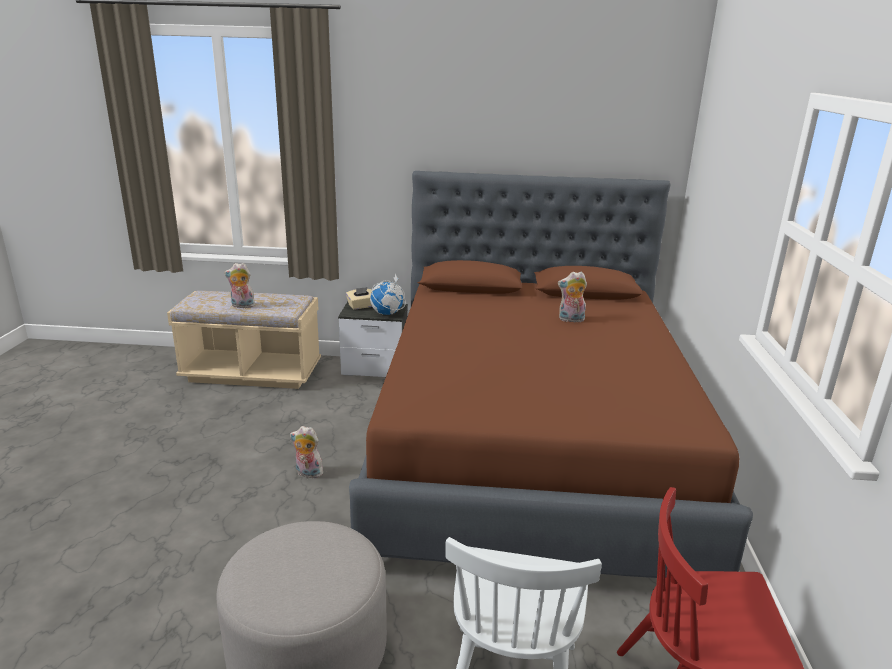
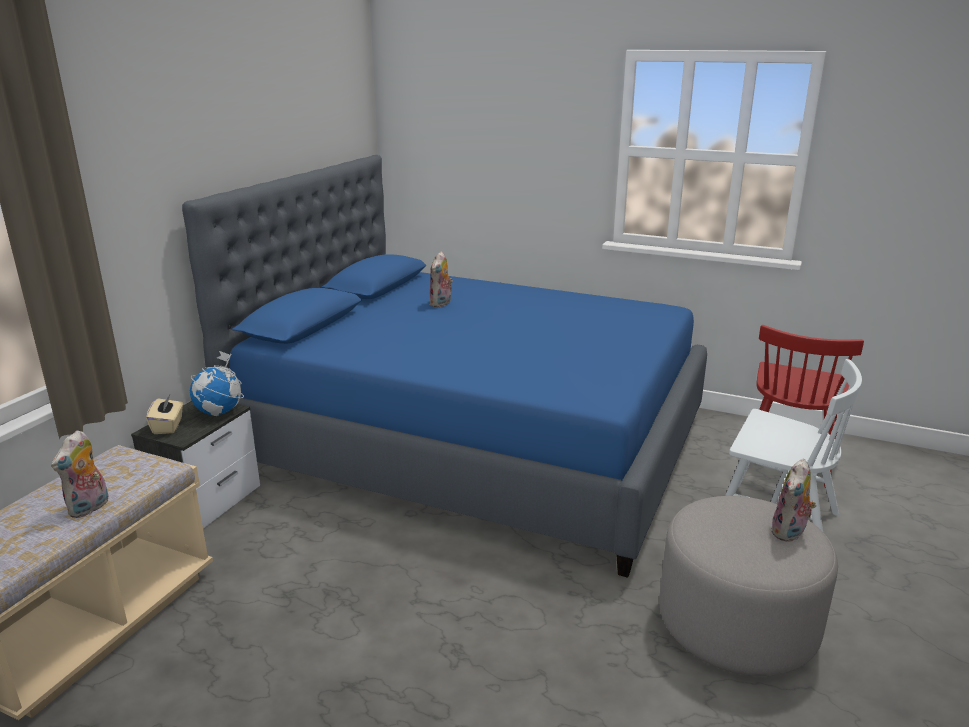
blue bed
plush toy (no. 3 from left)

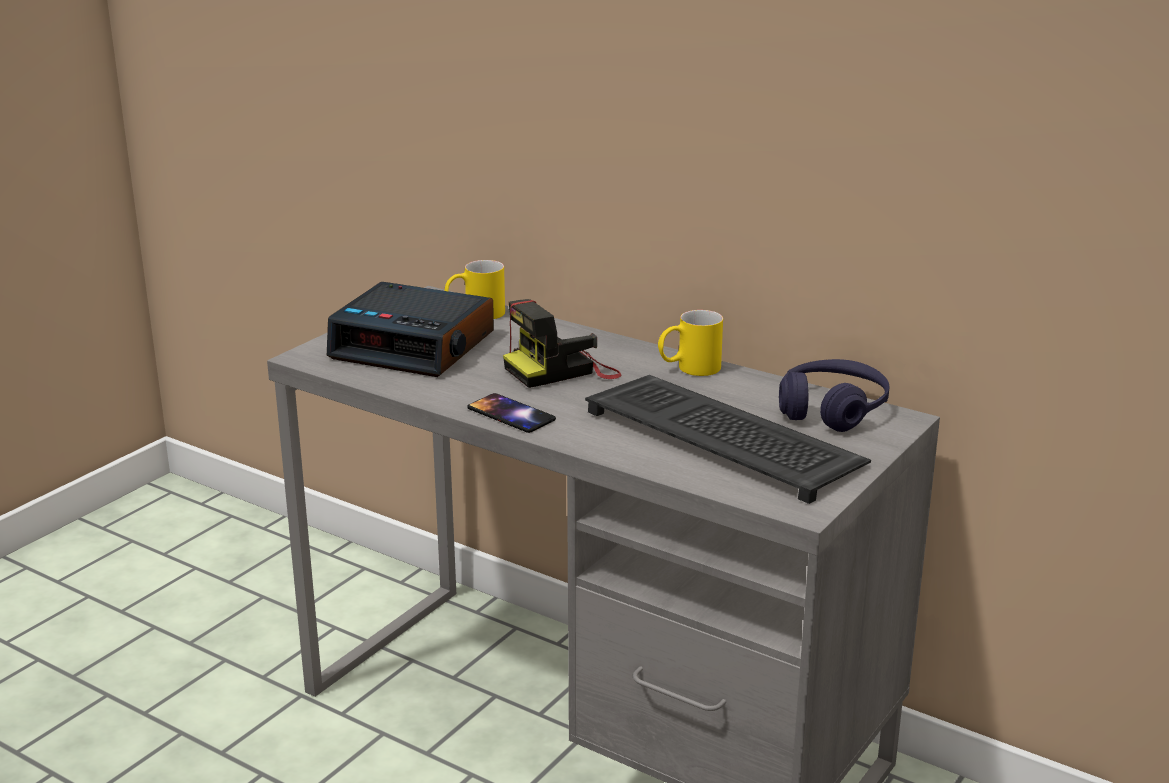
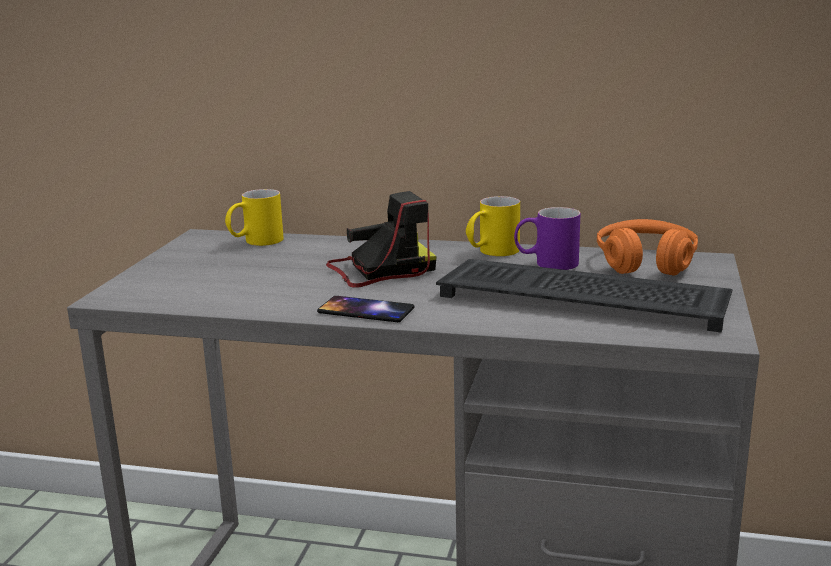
alarm clock
photo camera
orange headphones
purple mug

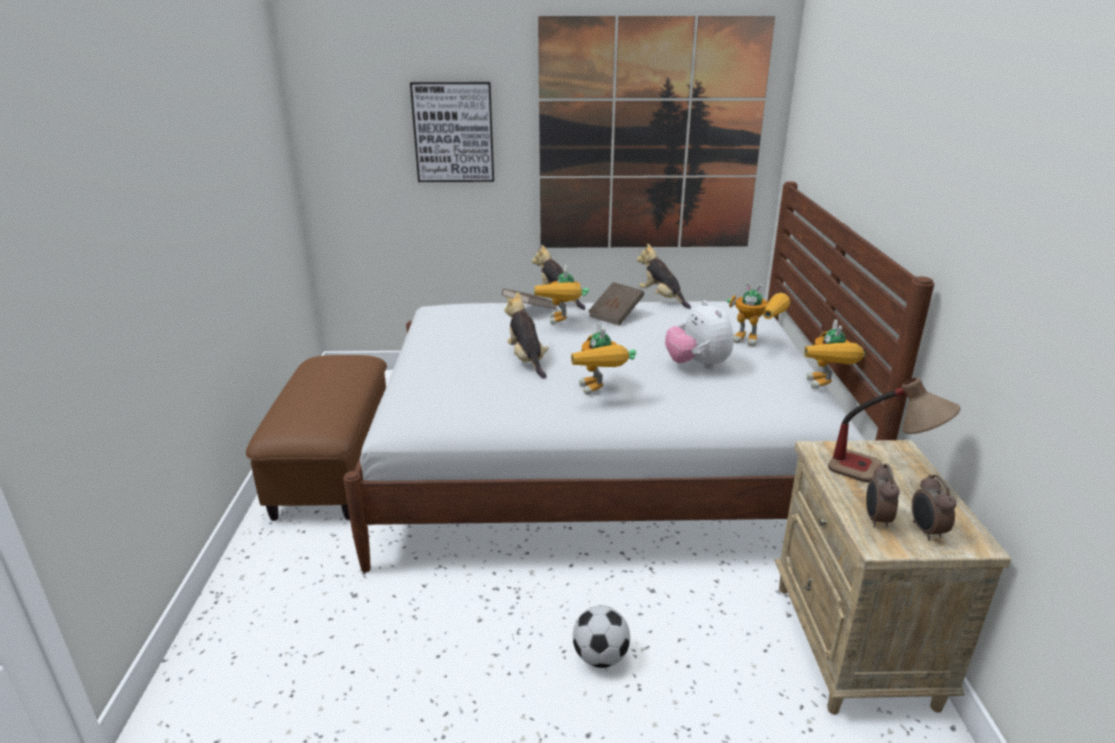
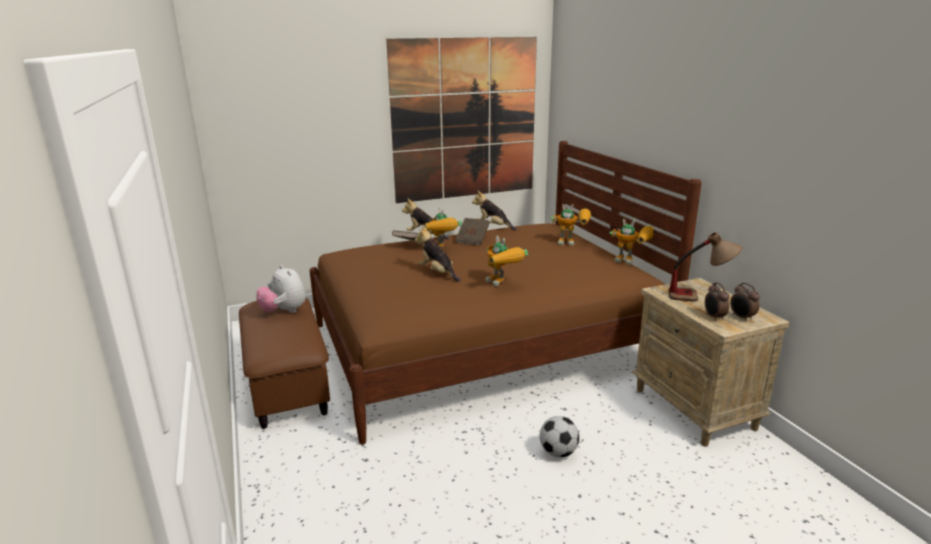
picture (no. 1 from left in the first image)
brown bed
plush toy (no. 1 from left)
toy robot (no. 4 from left)

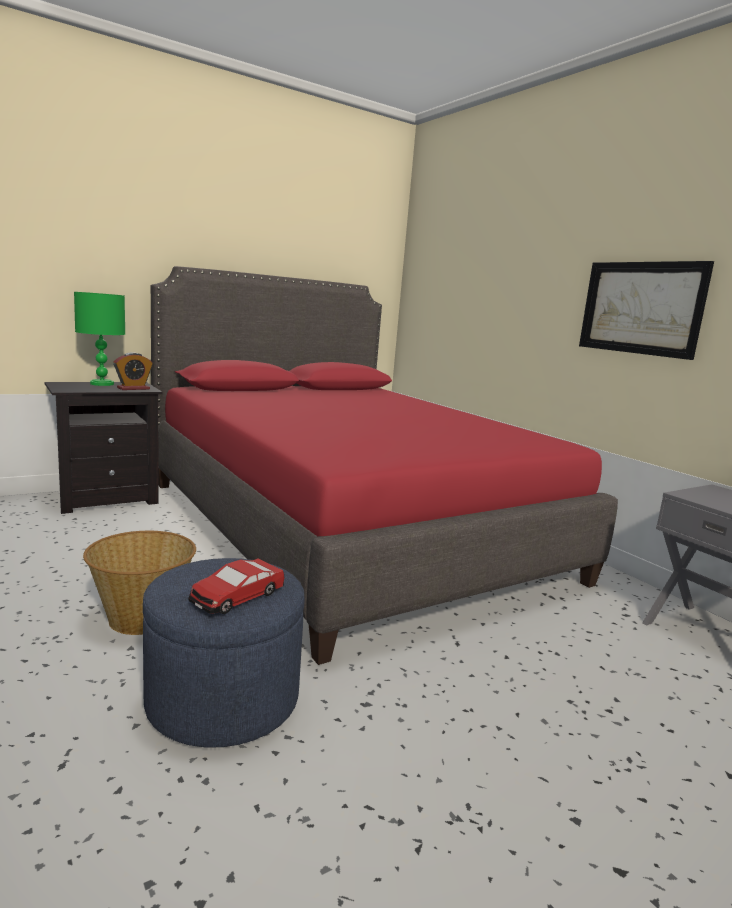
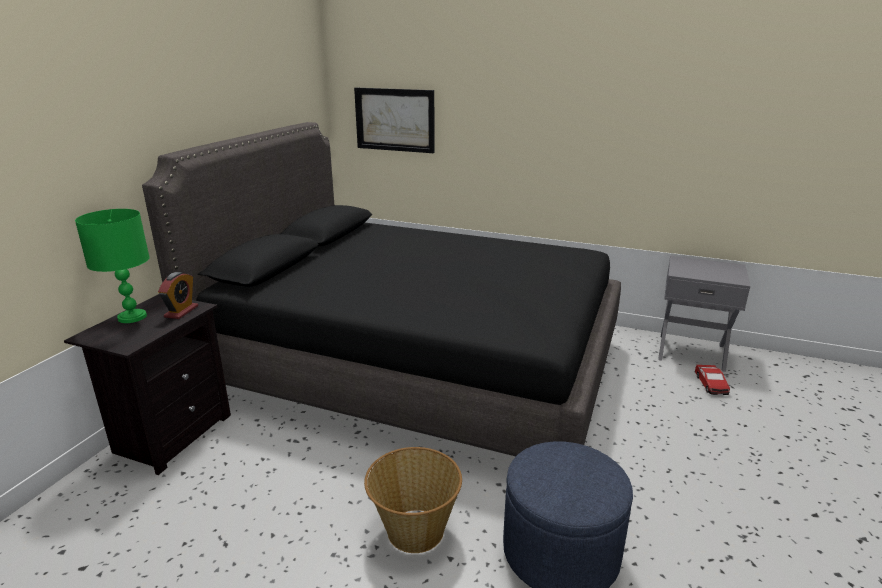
picture
black bed
toy car

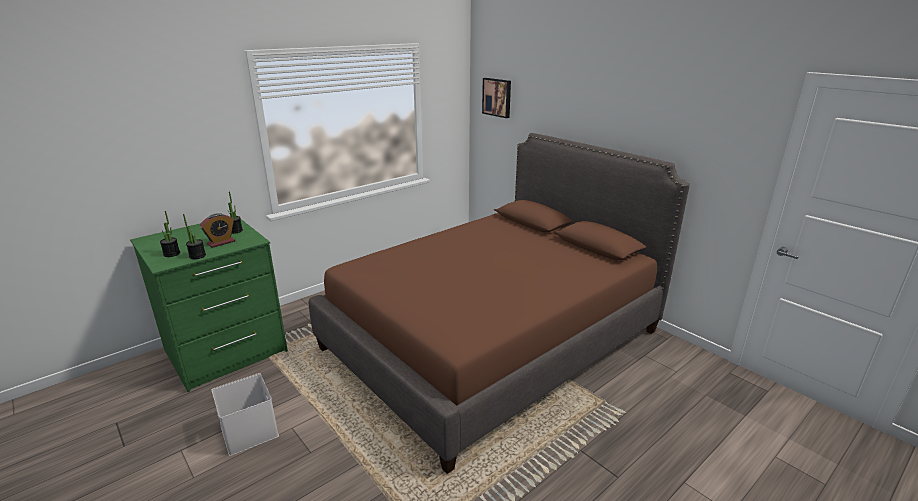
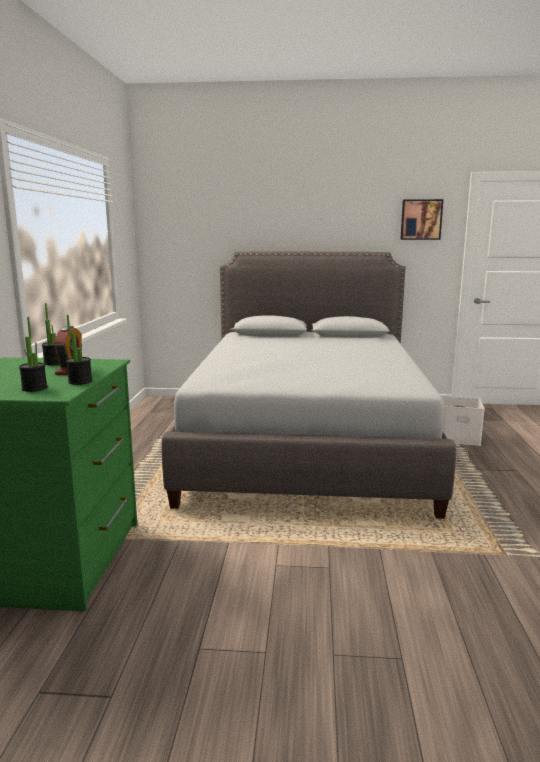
picture
grey bed
white storage box

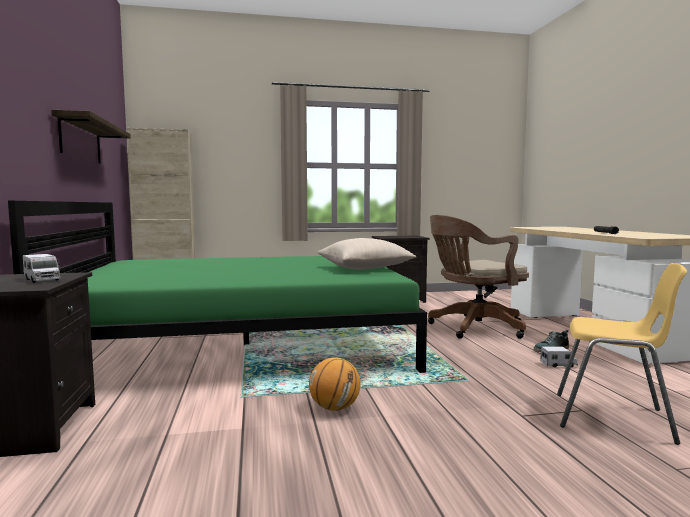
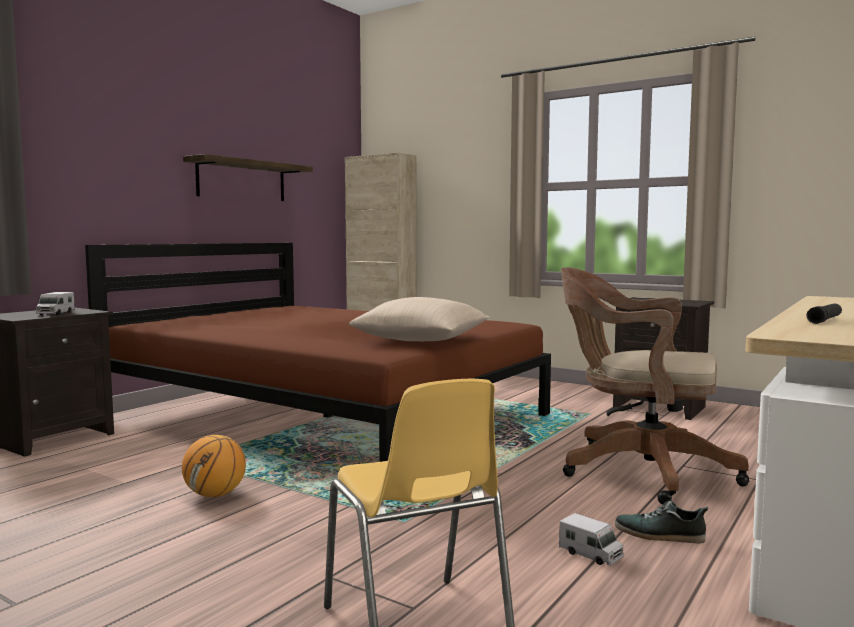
brown bed

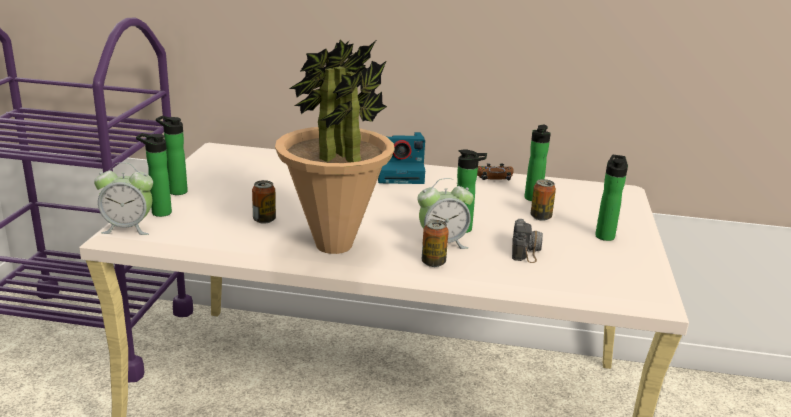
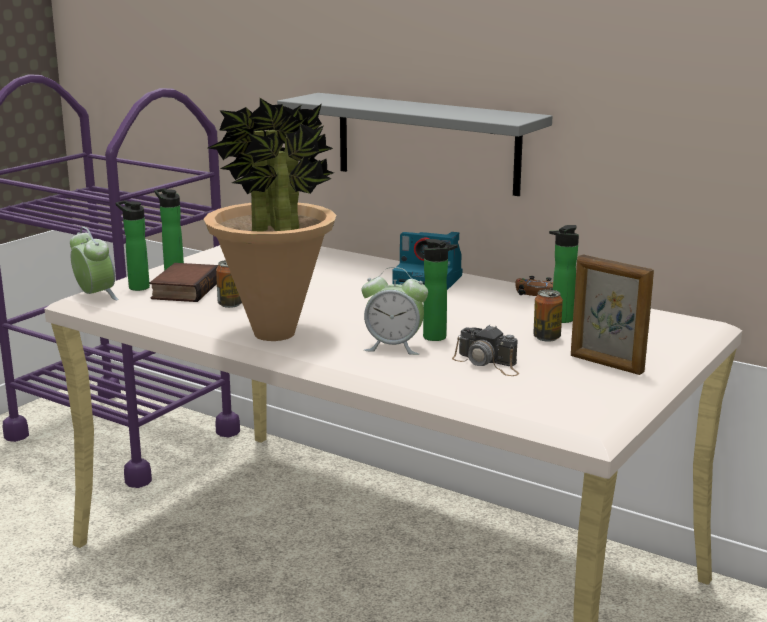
picture frame
alarm clock (no. 1 from left)
photo camera (no. 2 from left)
can (no. 2 from left in the first image)
grey shelf
book

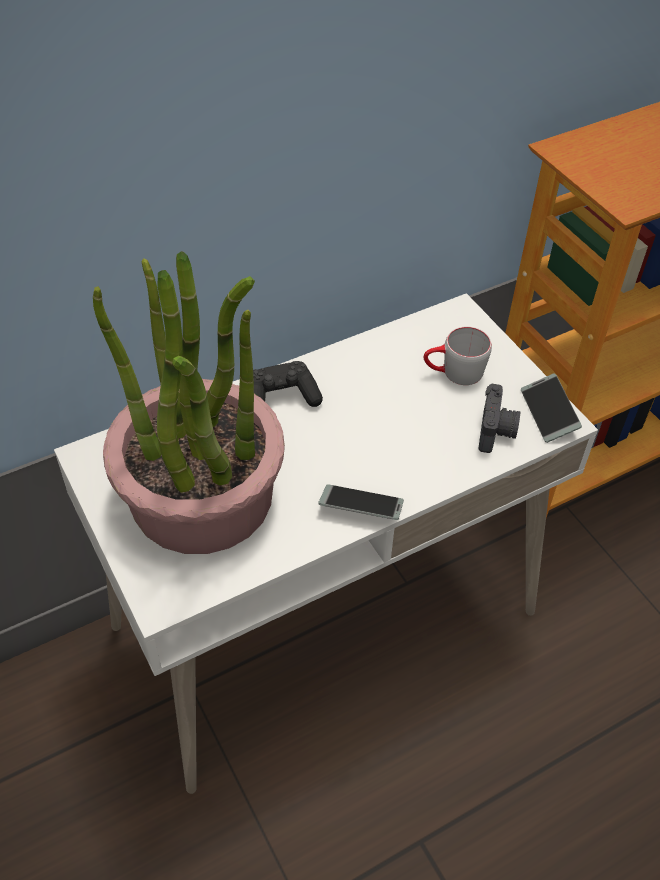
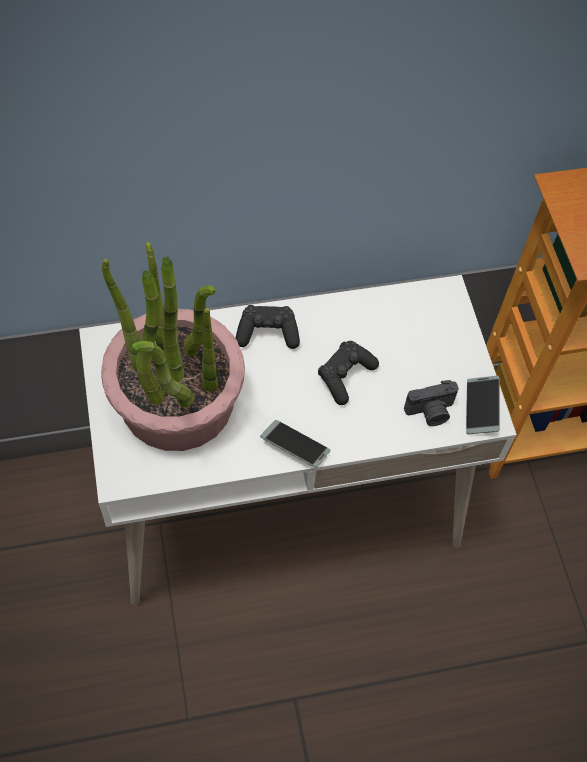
grey mug
photo camera
black game controller (no. 2 from left)

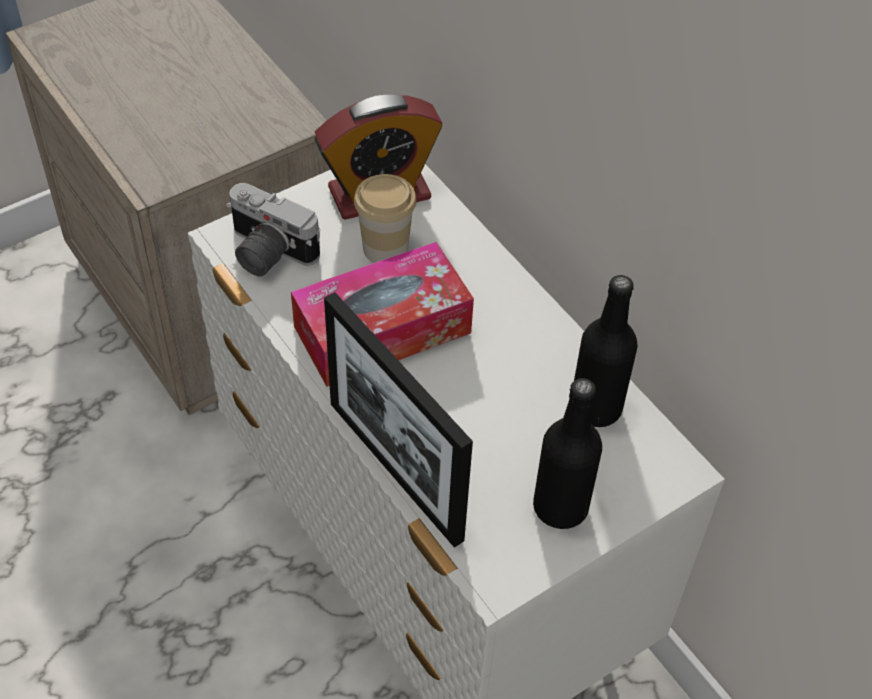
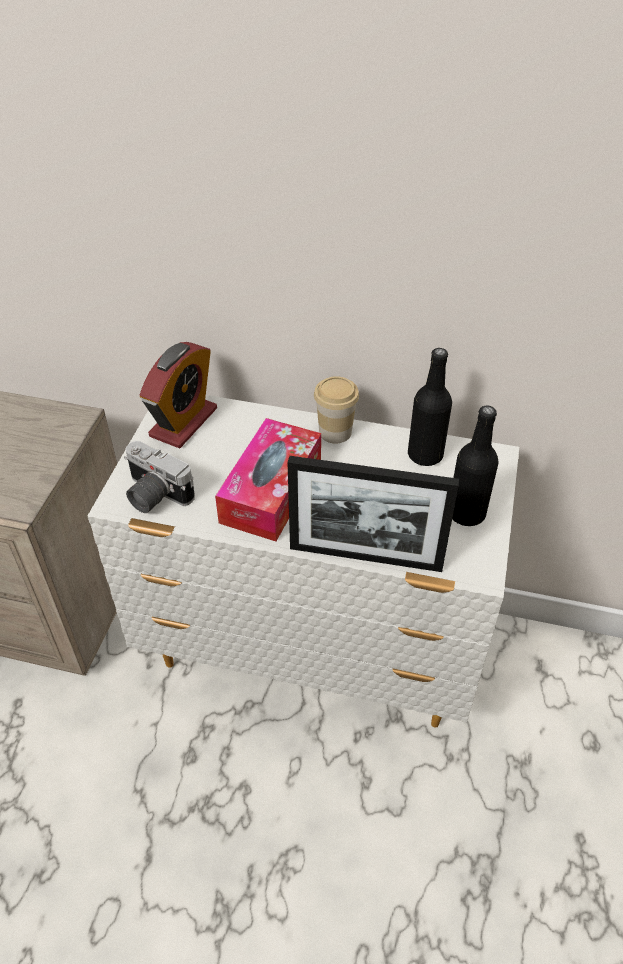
cup
photo camera

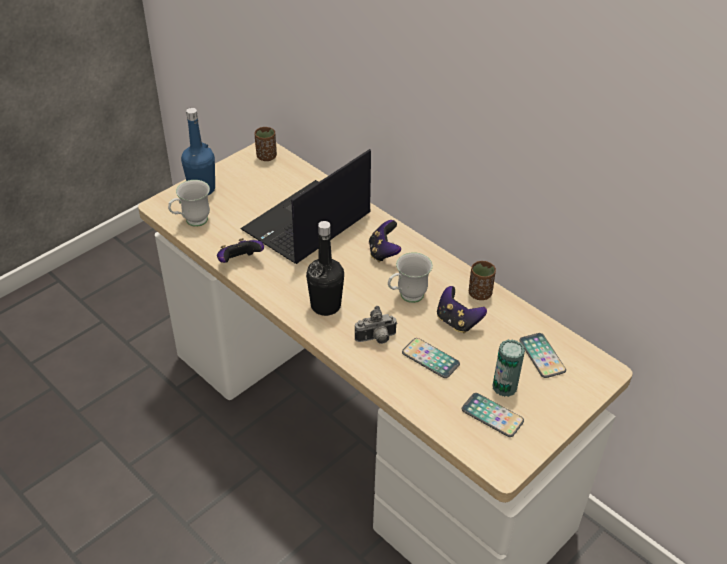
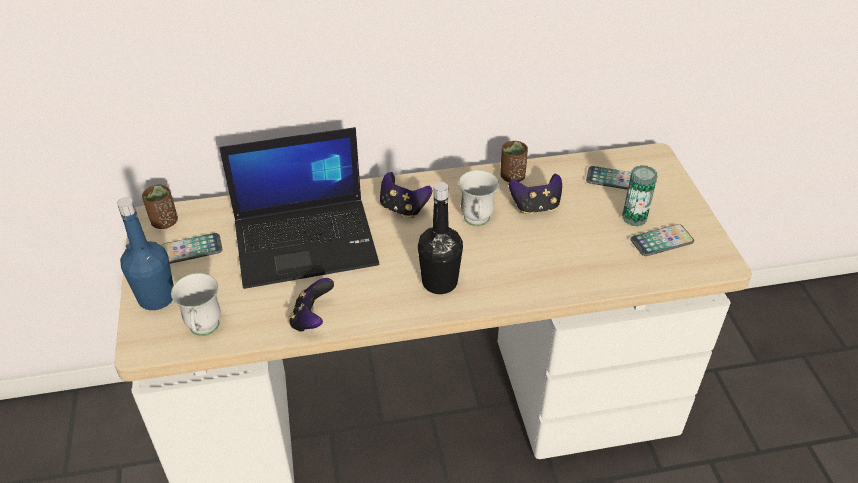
laptop
photo camera
phone (no. 1 from left)

